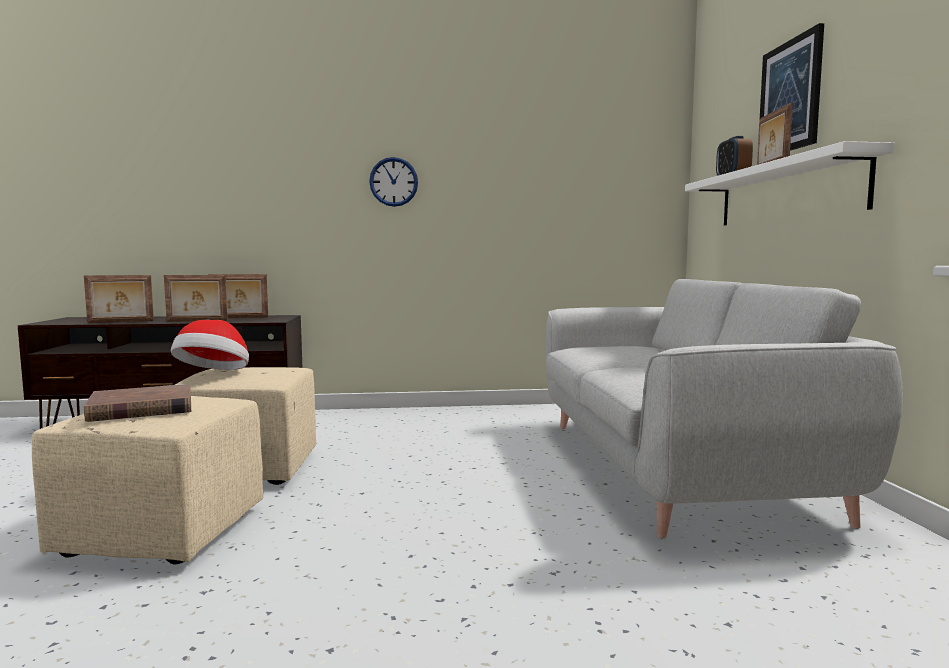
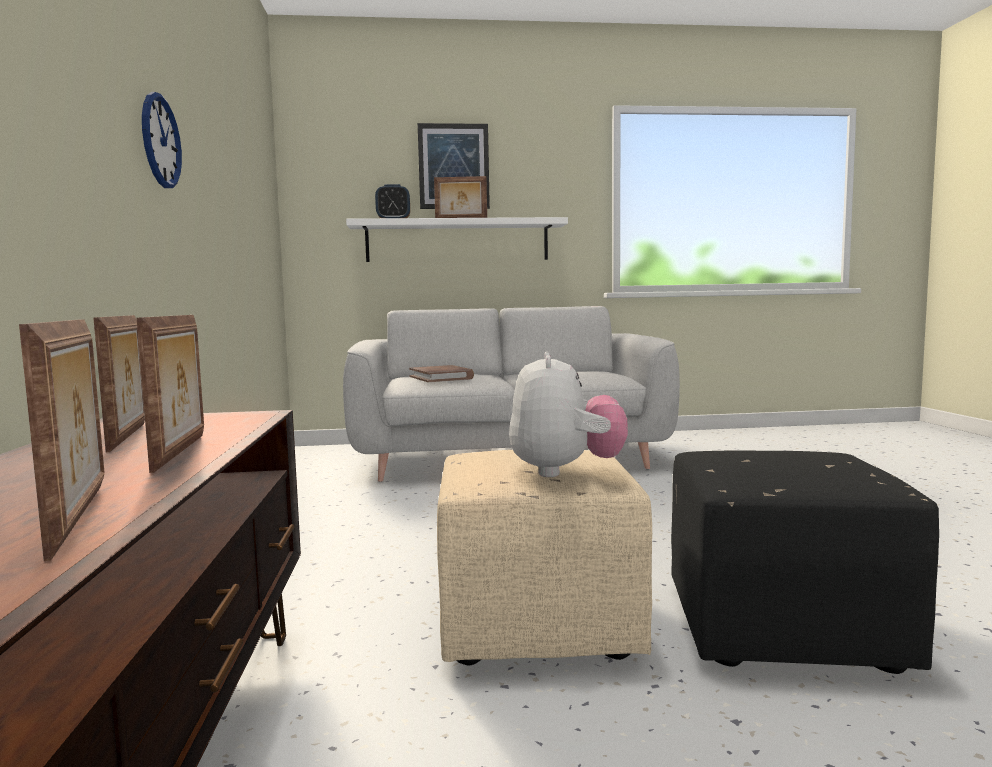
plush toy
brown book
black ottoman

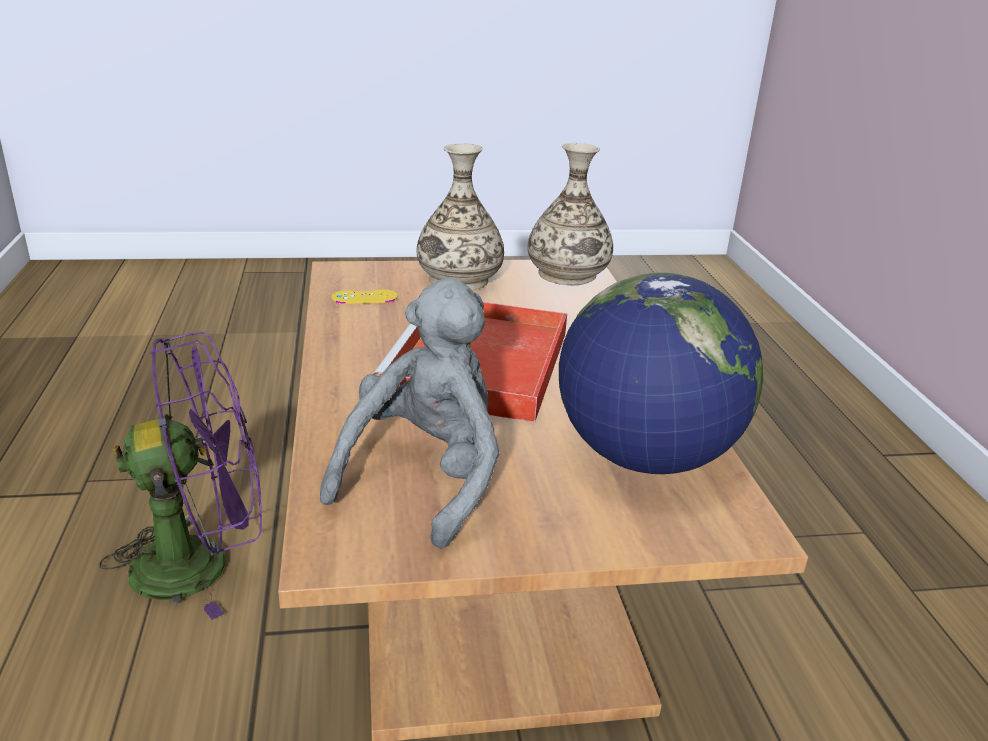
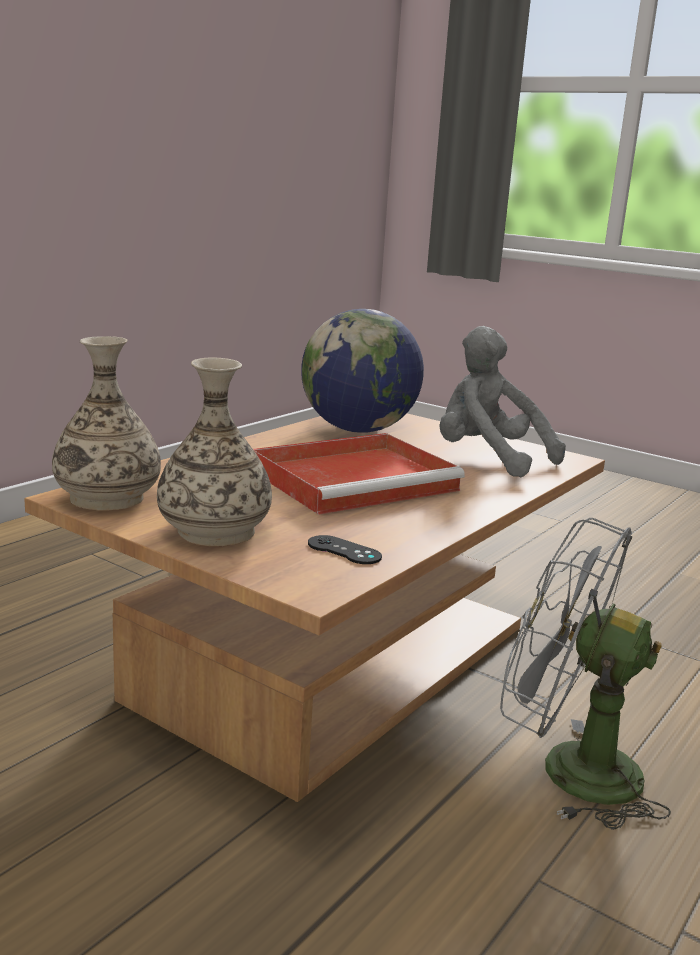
grey plush toy
black game controller
grey fan

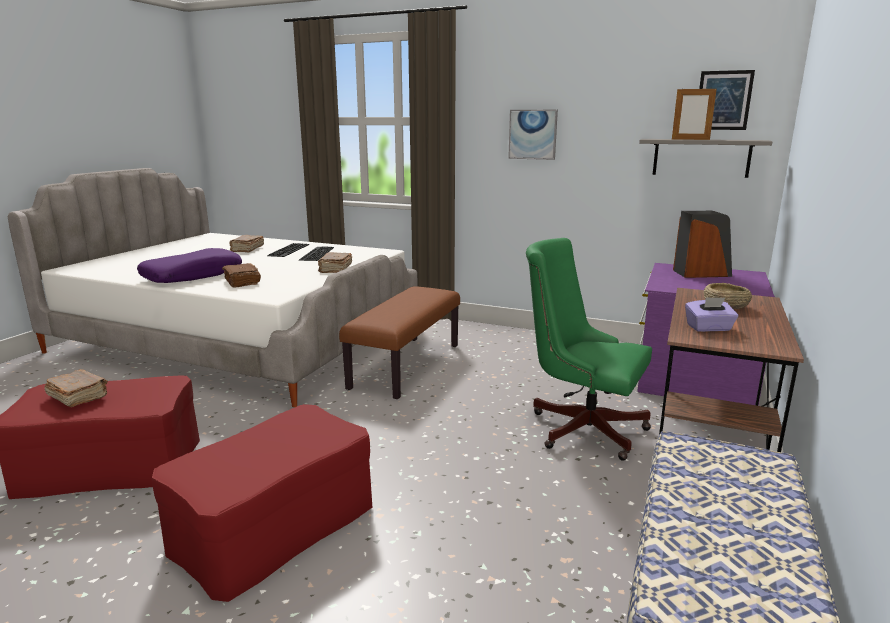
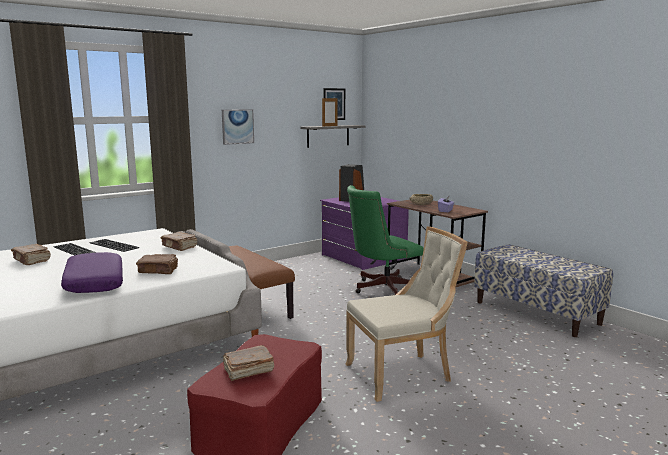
beige chair

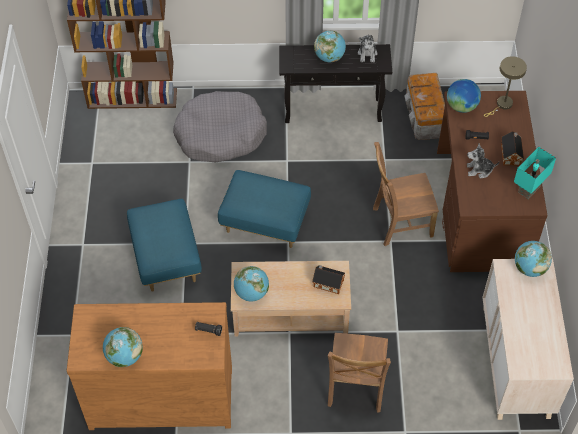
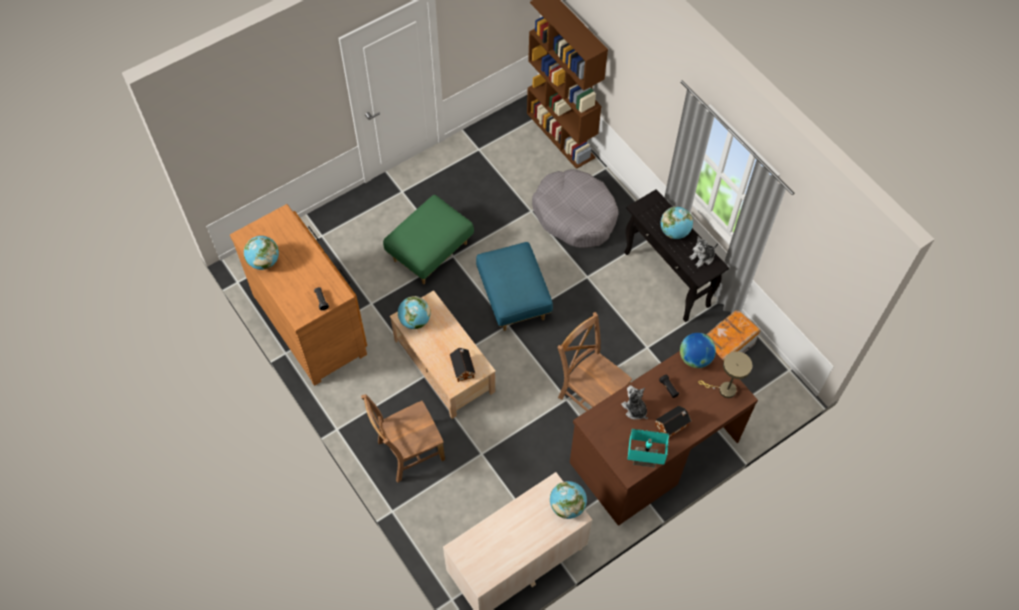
green ottoman

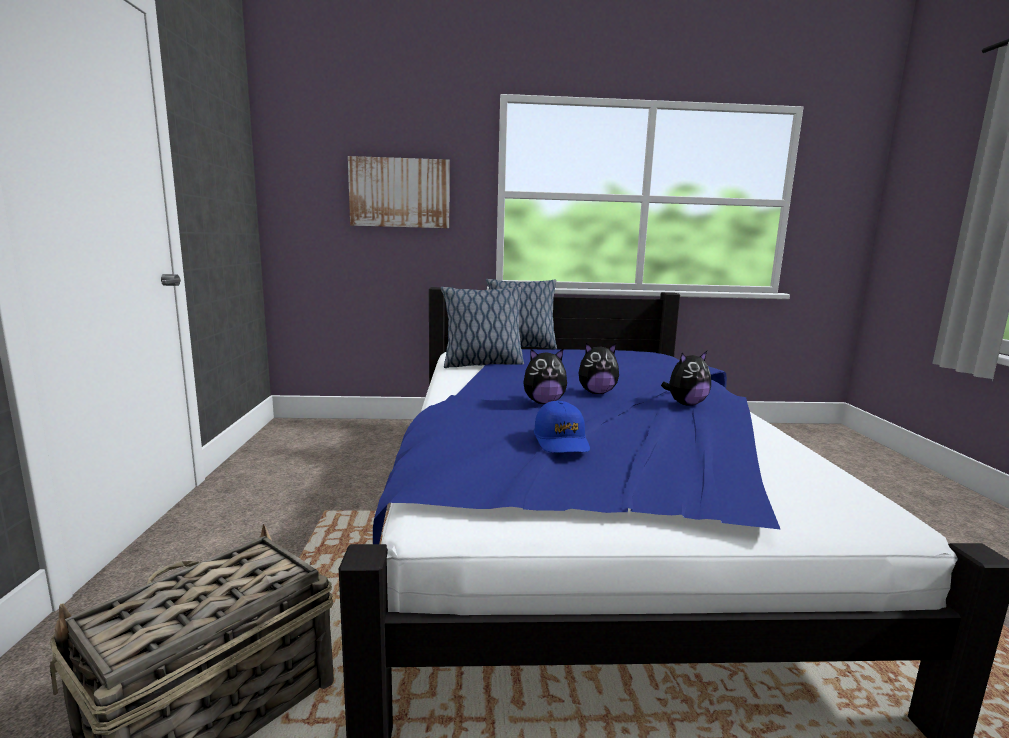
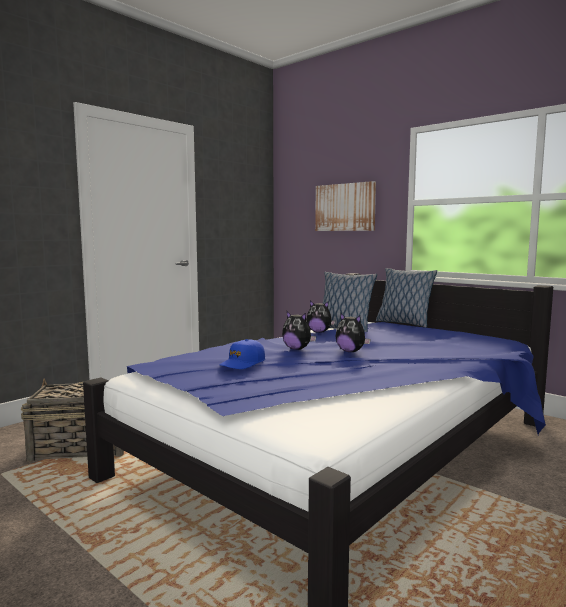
plush toy (no. 2 from left)

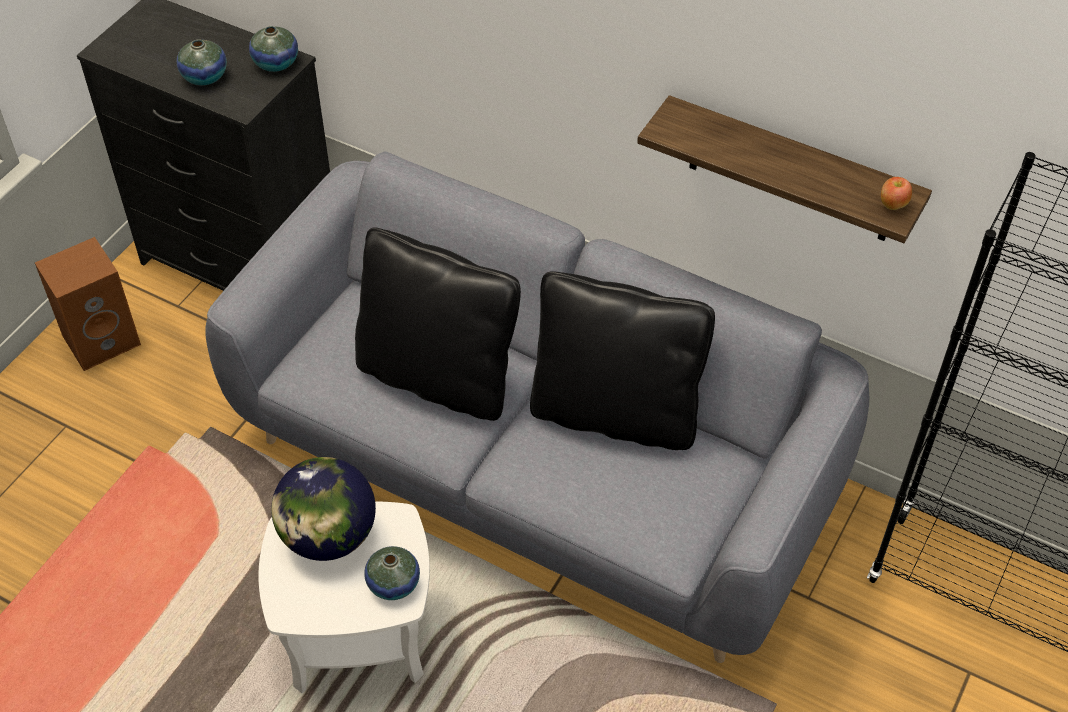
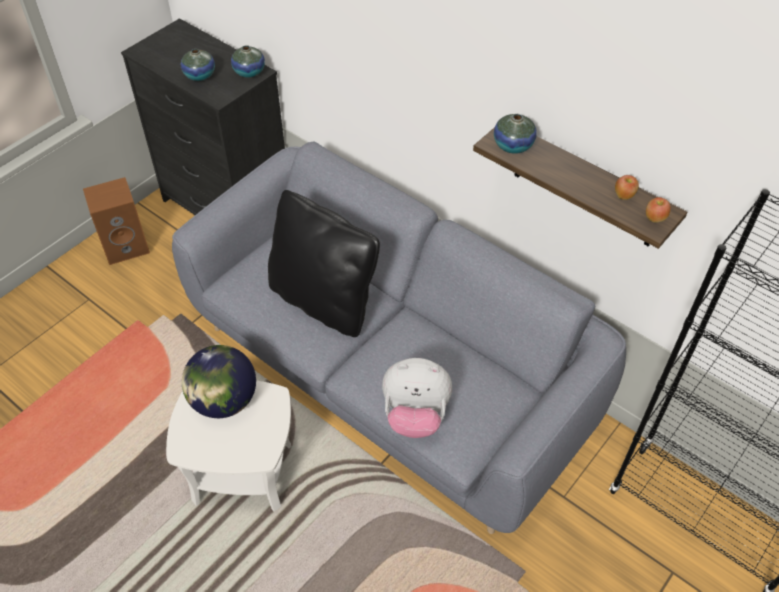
black pillow (no. 2 from left in the first image)
vase (no. 3 from left)
apple (no. 1 from left)
plush toy

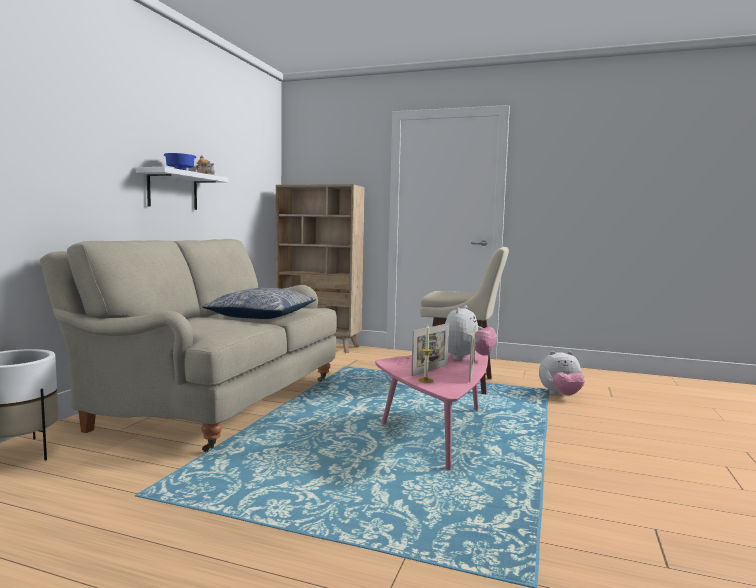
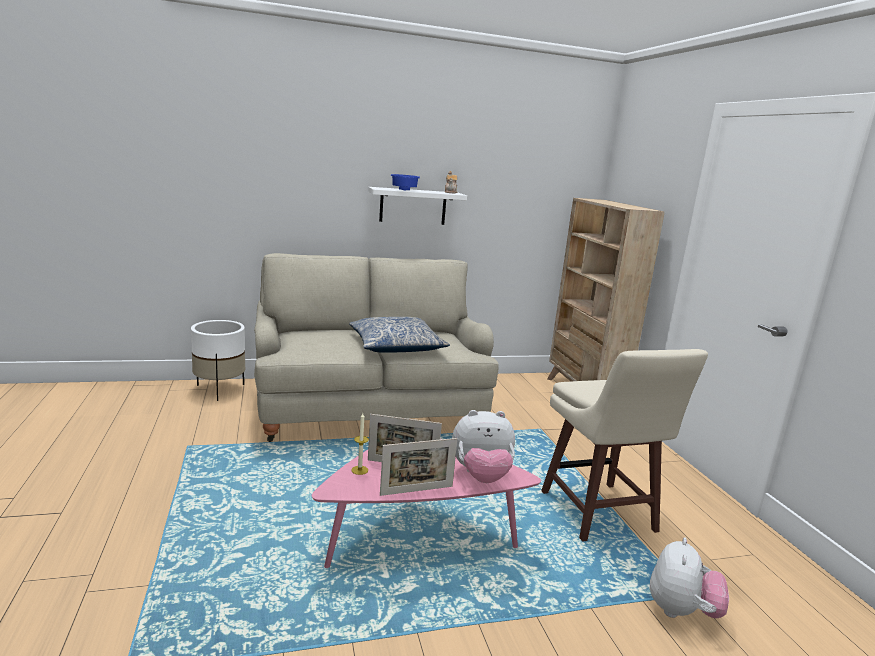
plush toy (no. 2 from left)

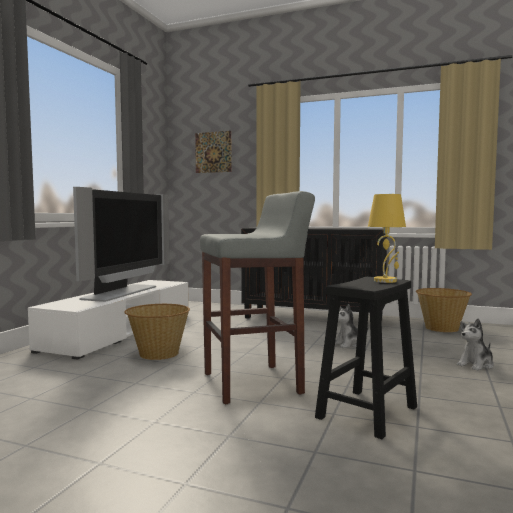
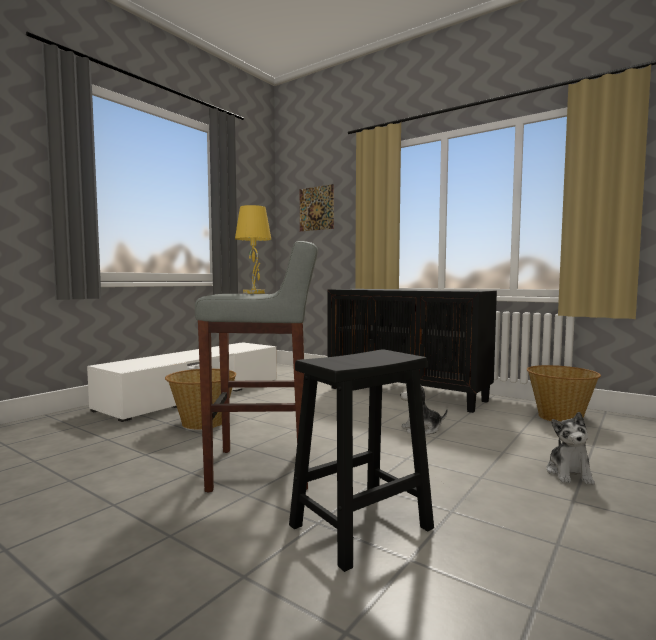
television
yellow table lamp
plush toy (no. 2 from left)

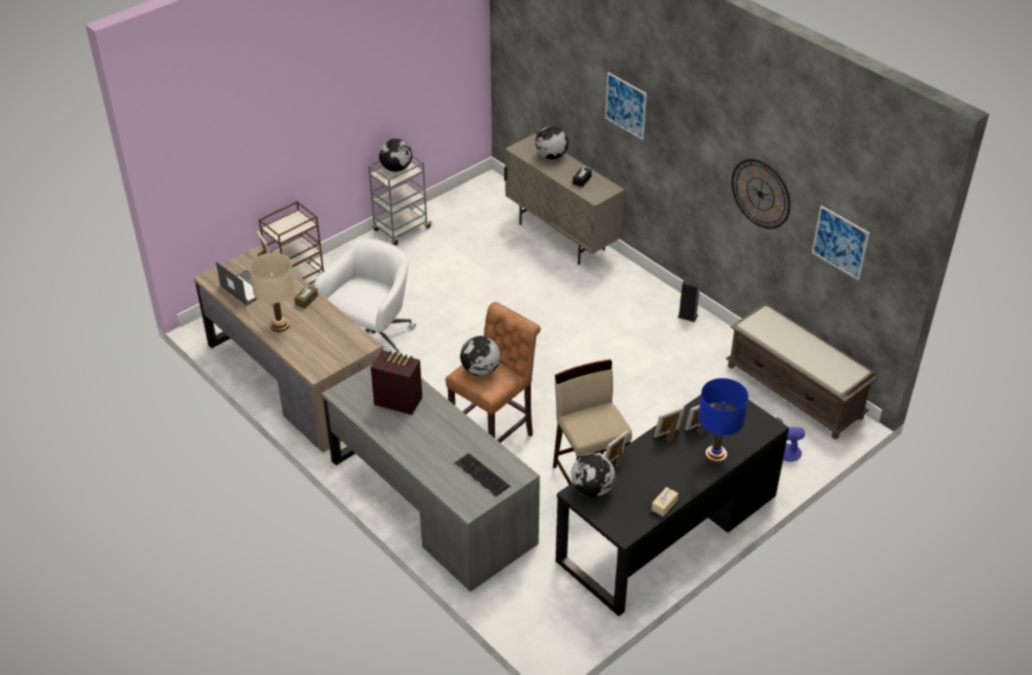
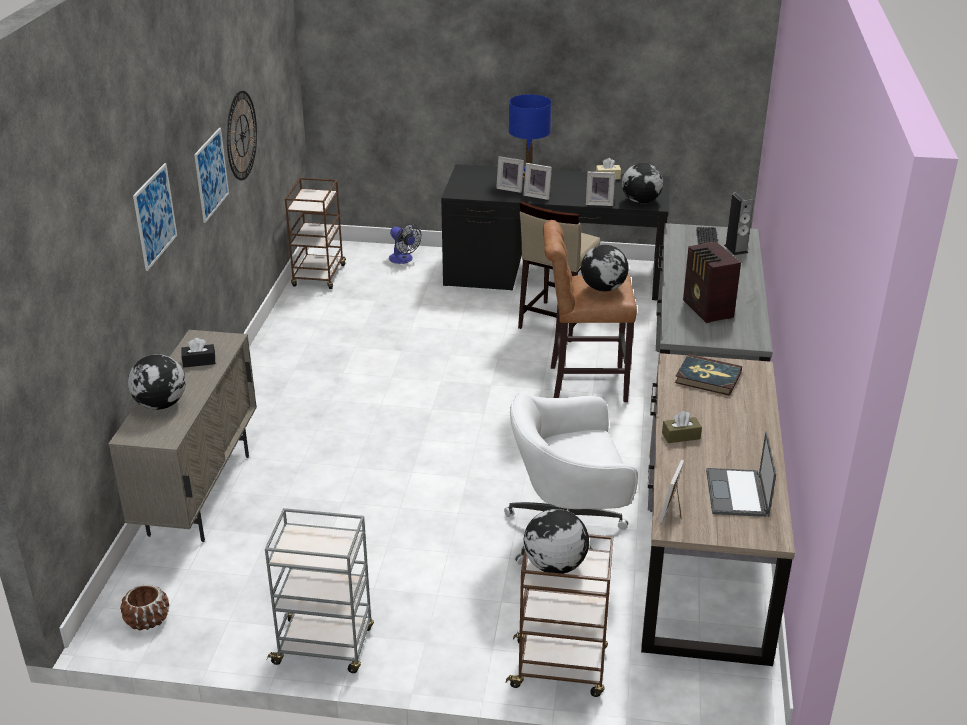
globe (no. 2 from left)
picture (no. 2 from left)
beige table lamp
speaker
brown cart (no. 1 from left)
book
brown planter

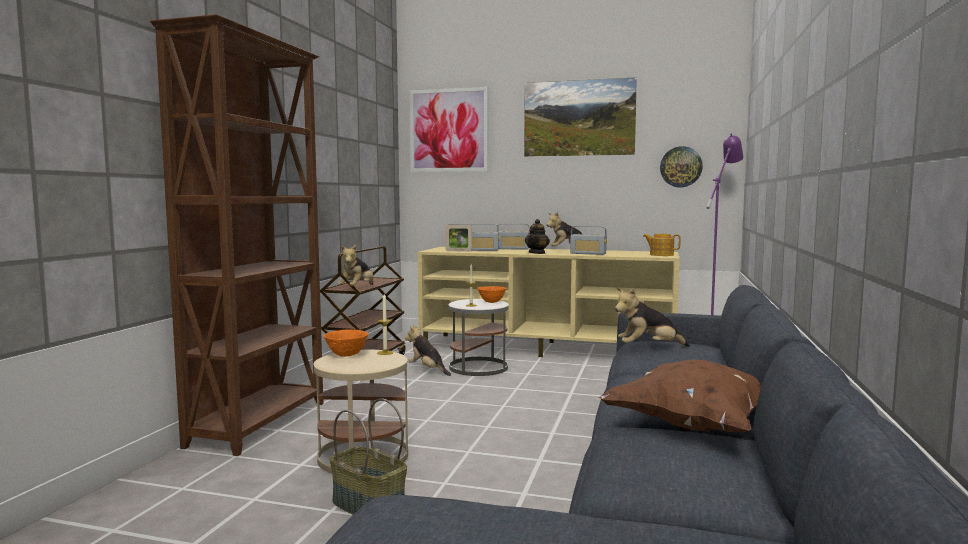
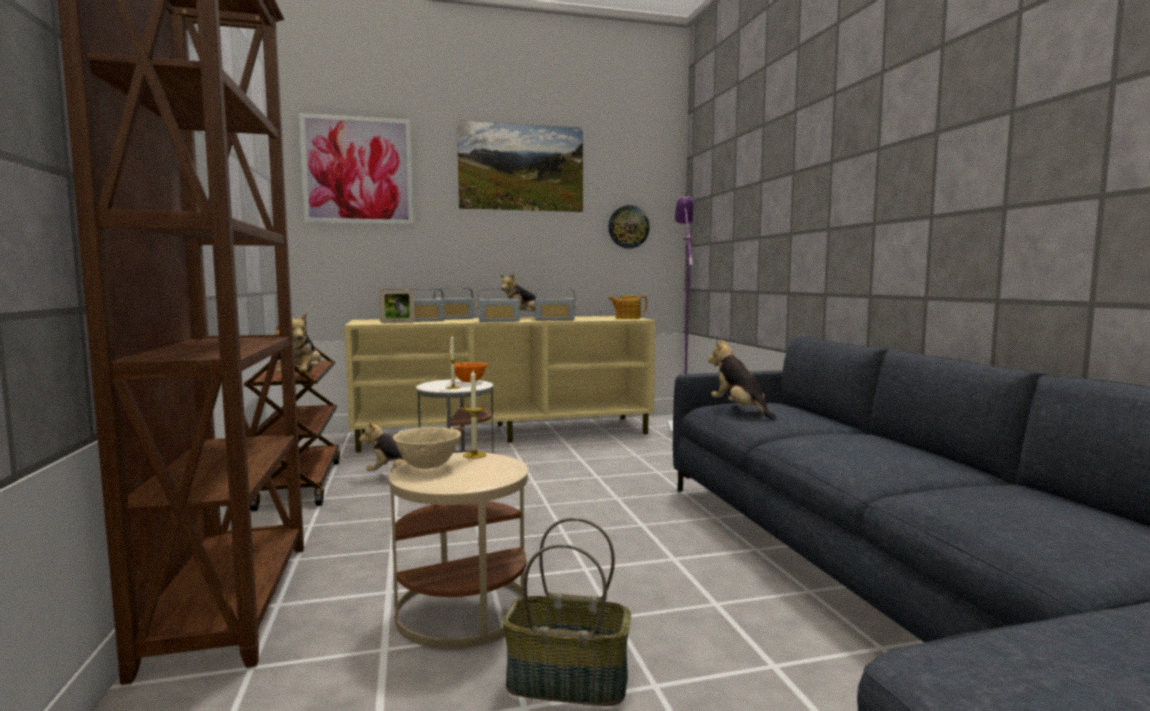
radio (no. 3 from left)
plush toy (no. 4 from left)
beige bowl
brown pillow

